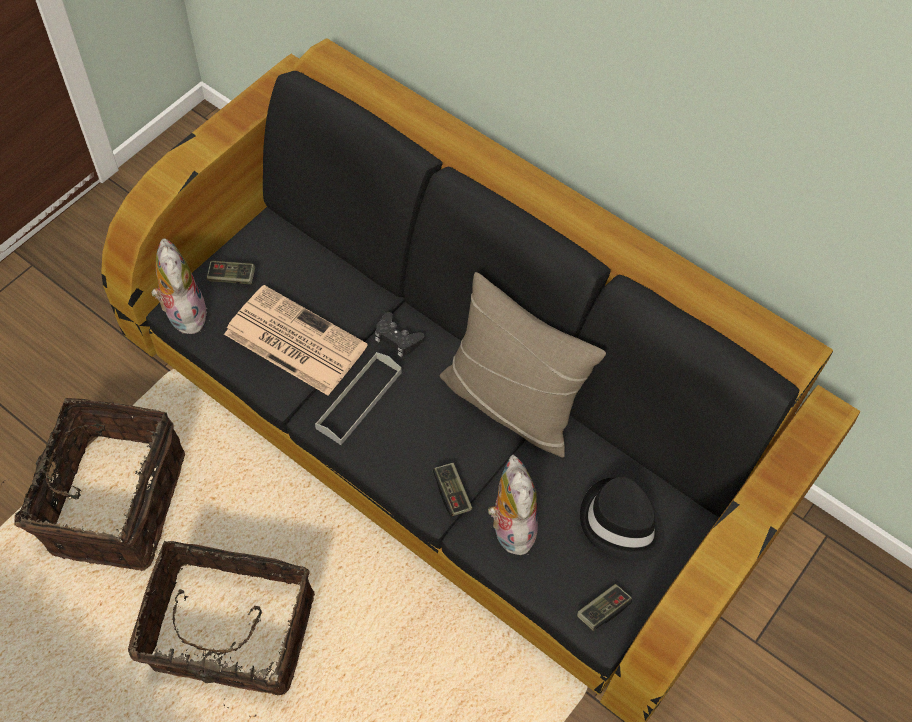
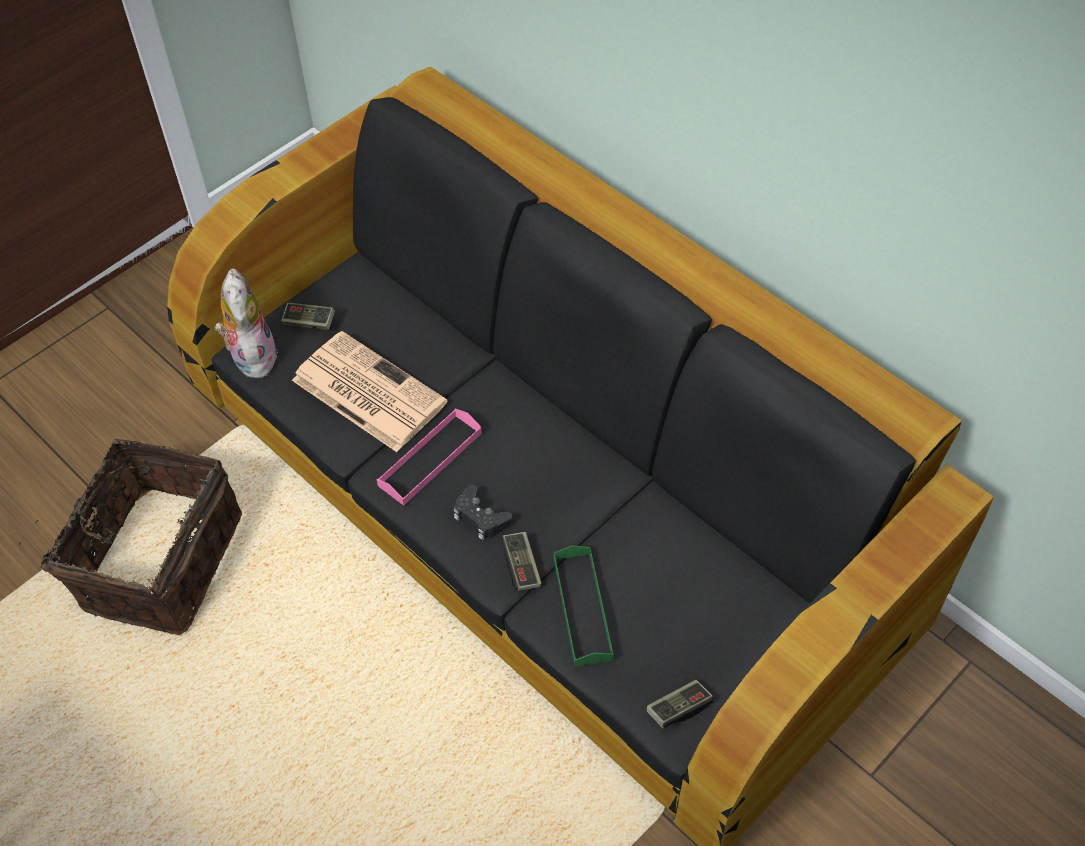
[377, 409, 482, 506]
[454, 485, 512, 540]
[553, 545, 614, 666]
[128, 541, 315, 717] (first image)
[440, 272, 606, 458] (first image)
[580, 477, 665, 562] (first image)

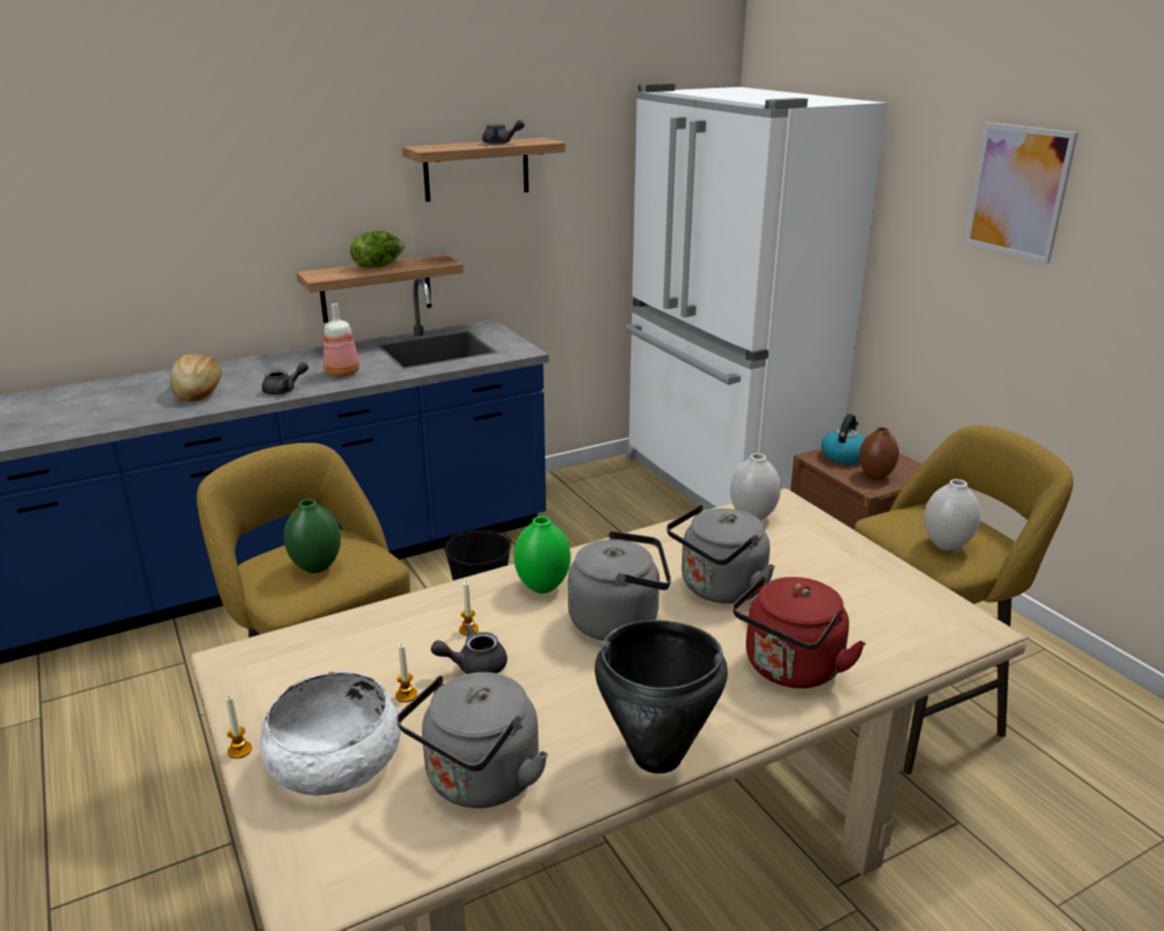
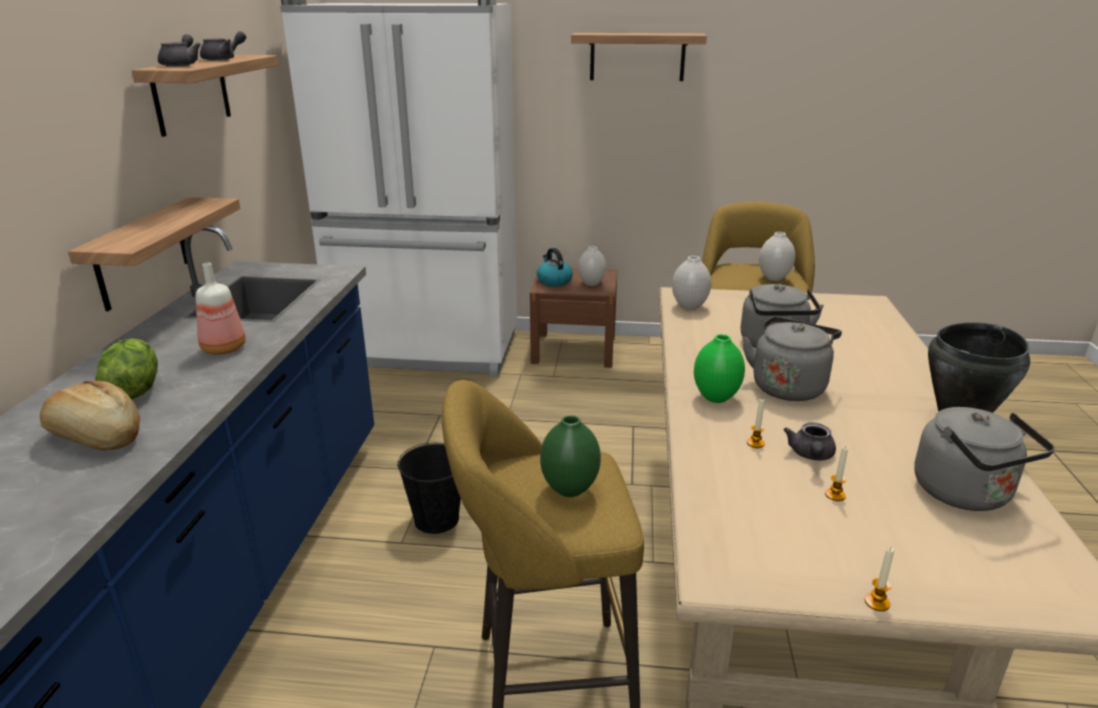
[95, 339, 158, 399]
[158, 34, 201, 67]
[571, 33, 707, 81]
[578, 246, 606, 286]
[260, 671, 401, 796] (first image)
[733, 576, 866, 688] (first image)

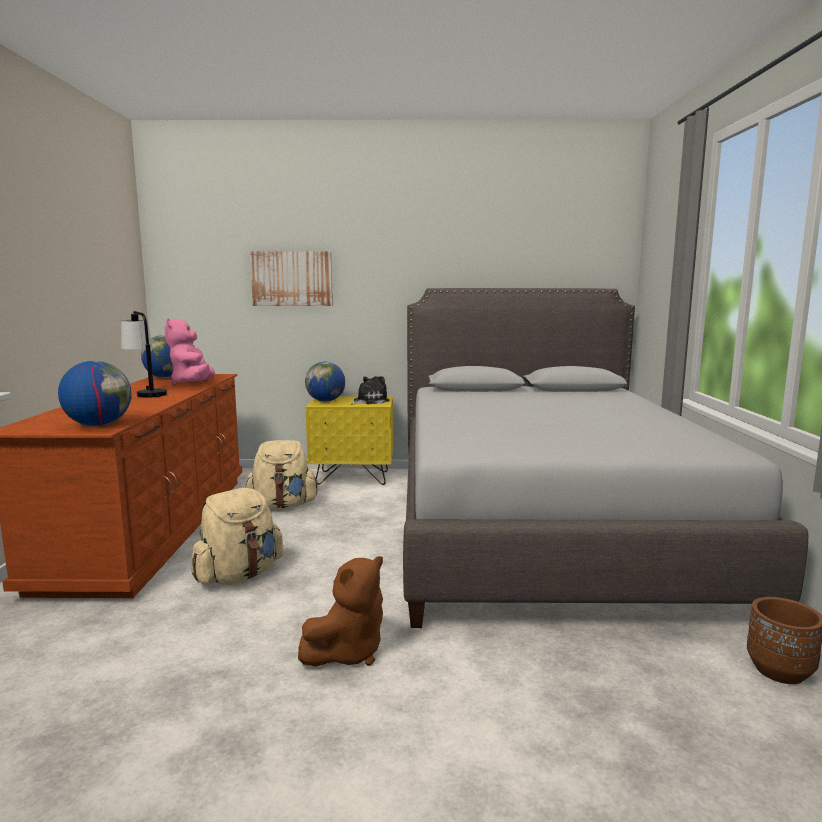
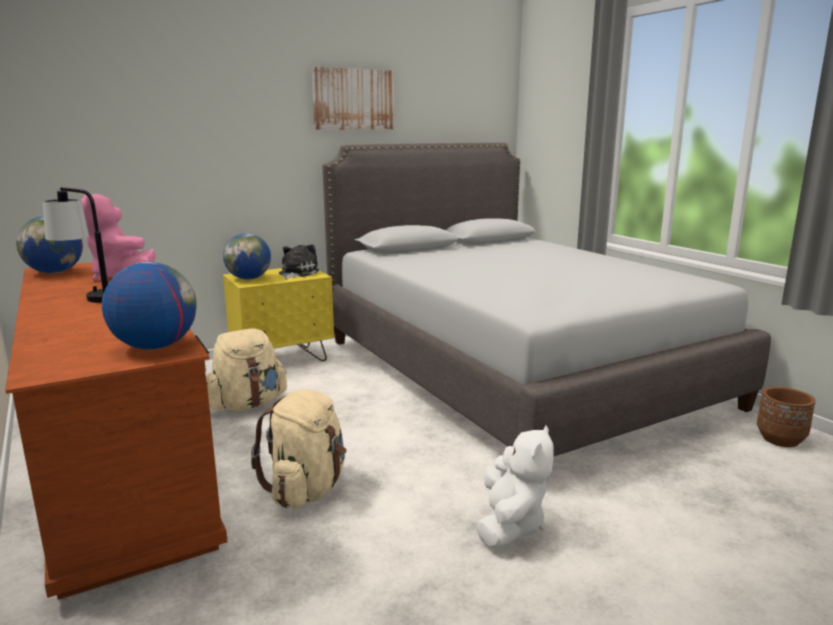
[312, 67, 395, 130]
[476, 426, 554, 549]

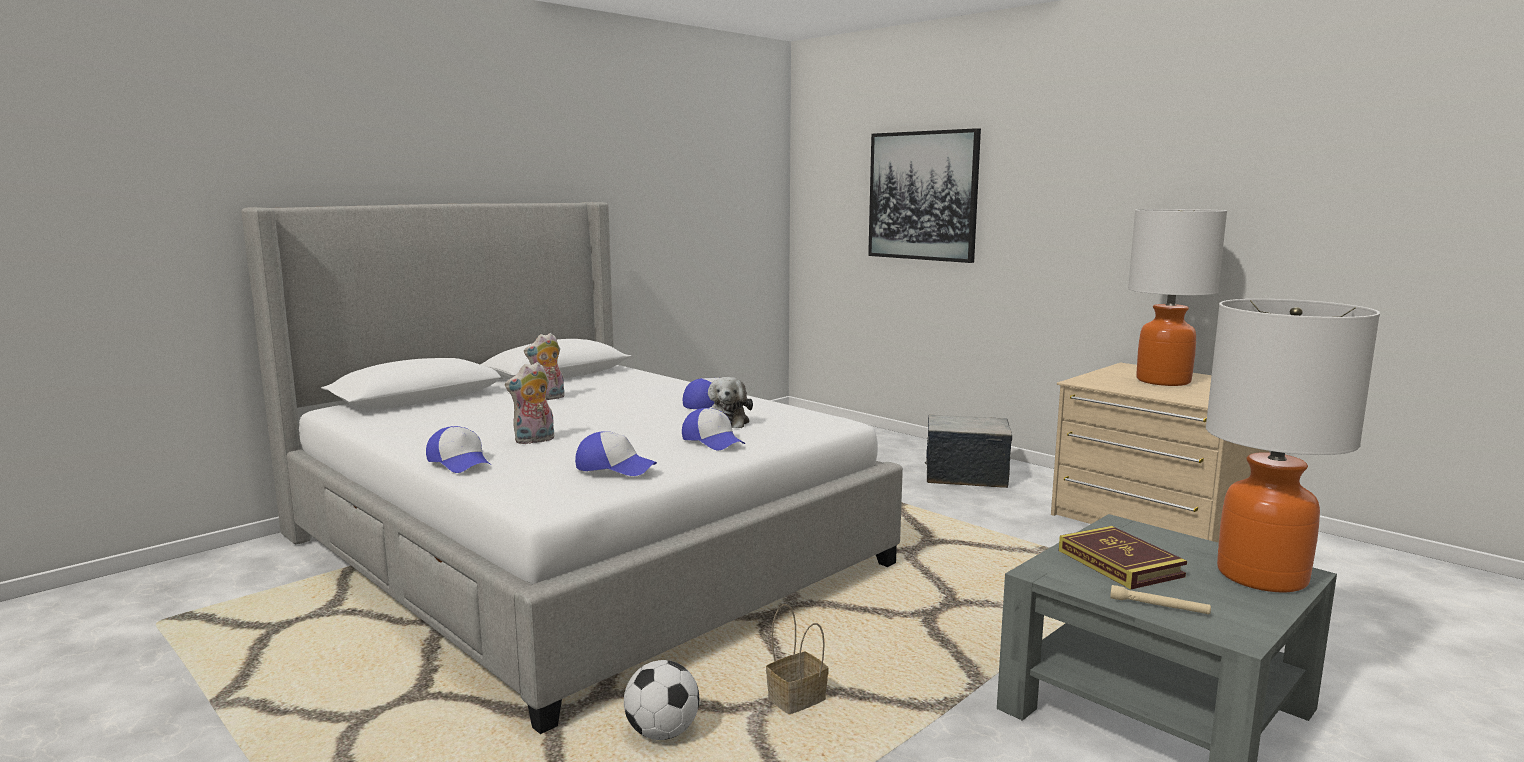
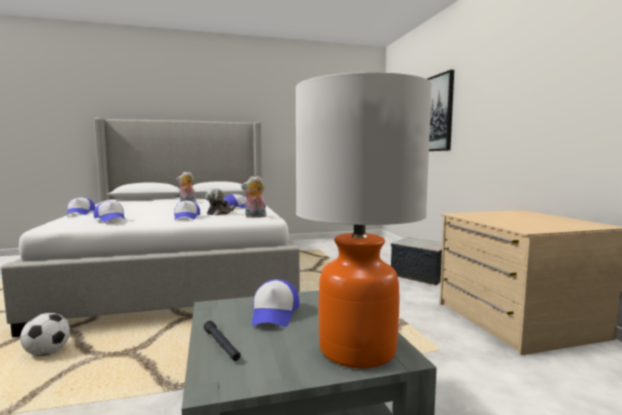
[204, 321, 241, 361]
[241, 176, 267, 218]
[252, 279, 299, 327]
[766, 604, 829, 714] (first image)
[1128, 209, 1227, 386] (first image)

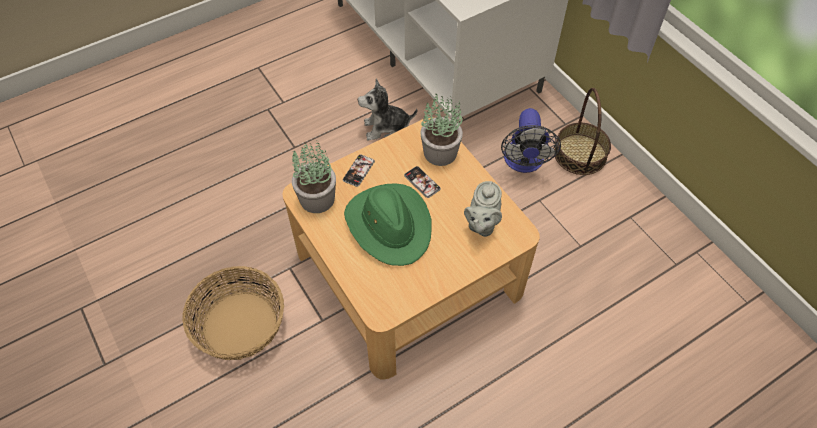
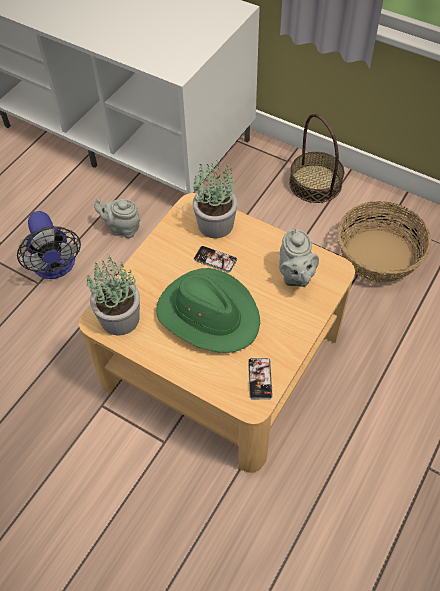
[17, 211, 81, 279]
[94, 198, 140, 238]
[248, 358, 273, 400]
[337, 201, 432, 283]

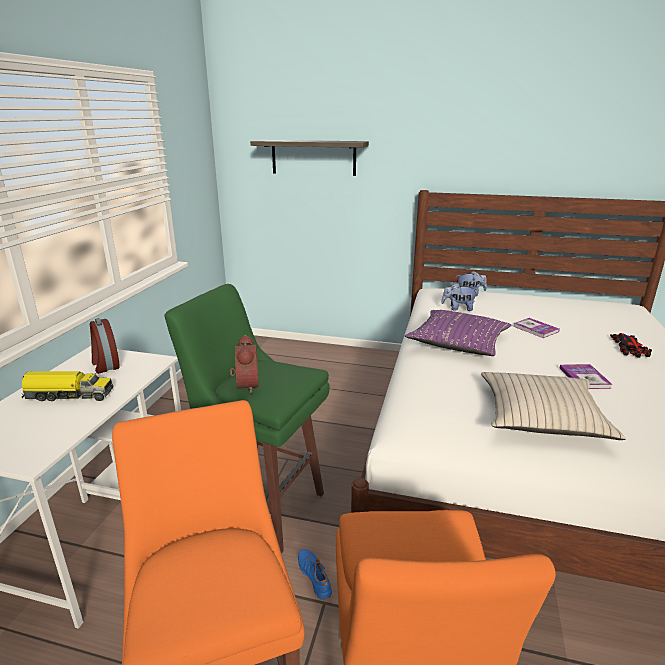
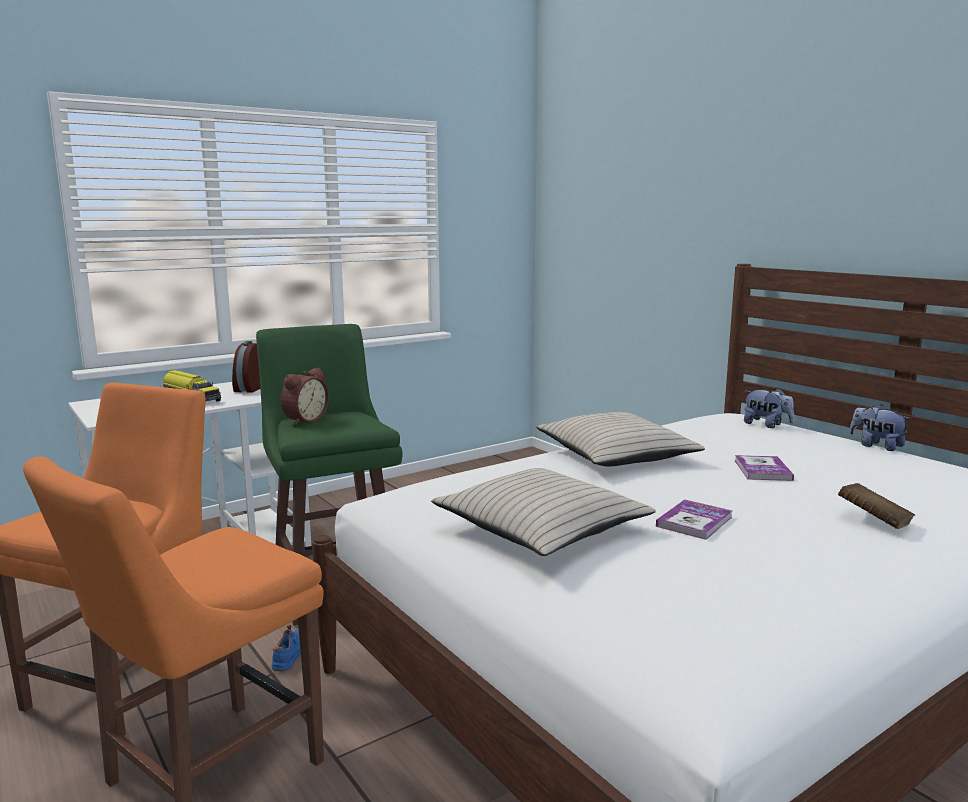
[536, 412, 705, 467]
[838, 483, 915, 529]
[850, 404, 911, 451]
[250, 140, 369, 176] (first image)

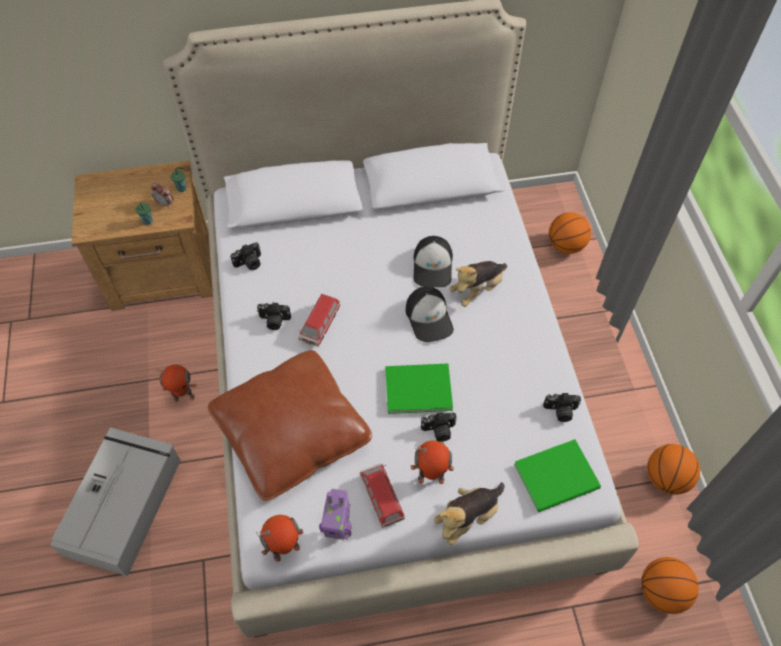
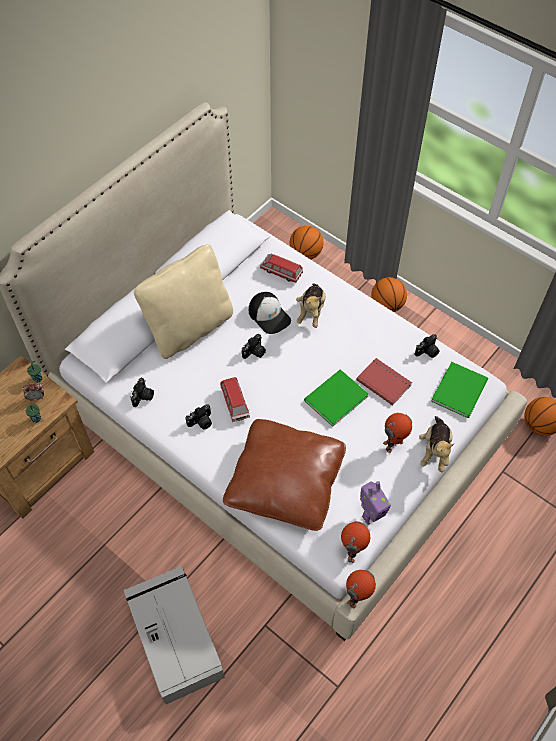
[134, 244, 233, 359]
[242, 334, 266, 359]
[260, 253, 303, 283]
[346, 570, 376, 608]
[356, 358, 412, 406]
[371, 277, 407, 312]
[406, 287, 454, 342] (first image)

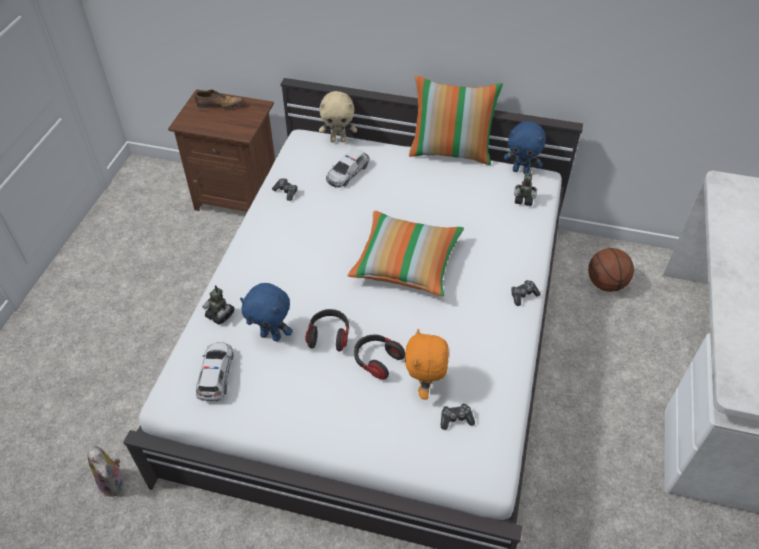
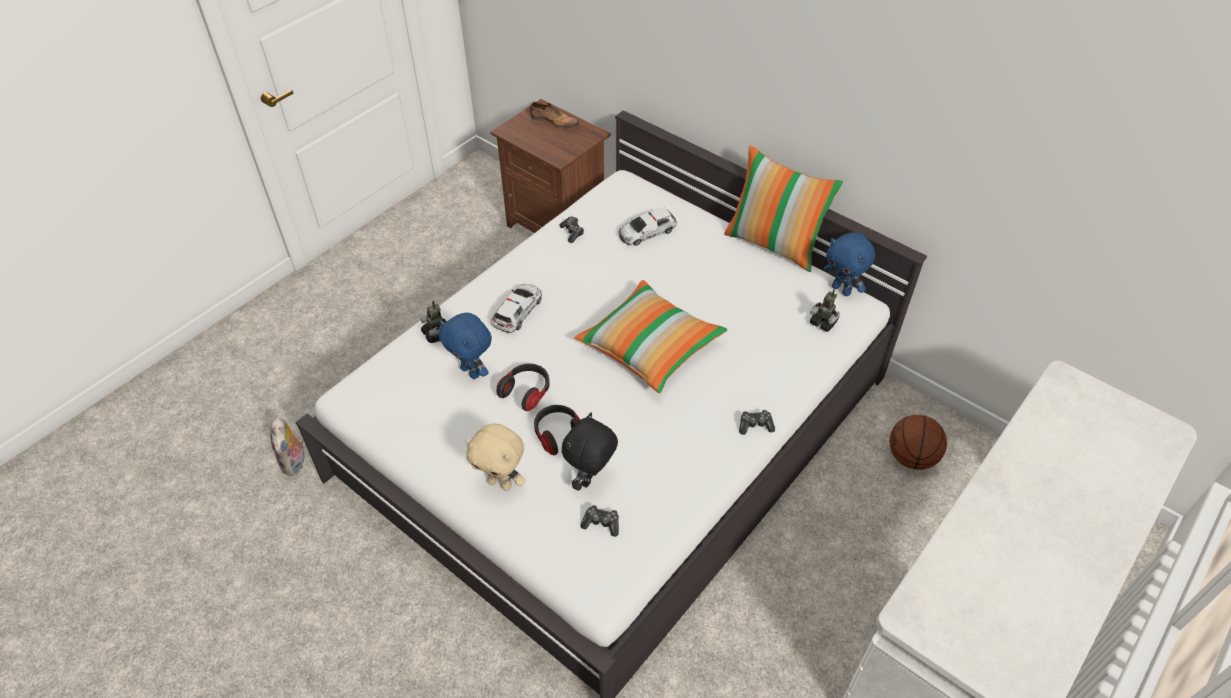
[465, 423, 526, 491]
[491, 284, 542, 333]
[562, 412, 618, 491]

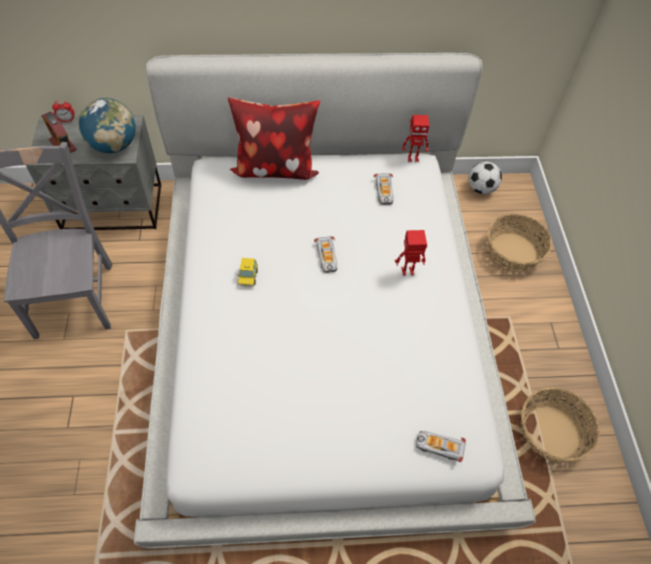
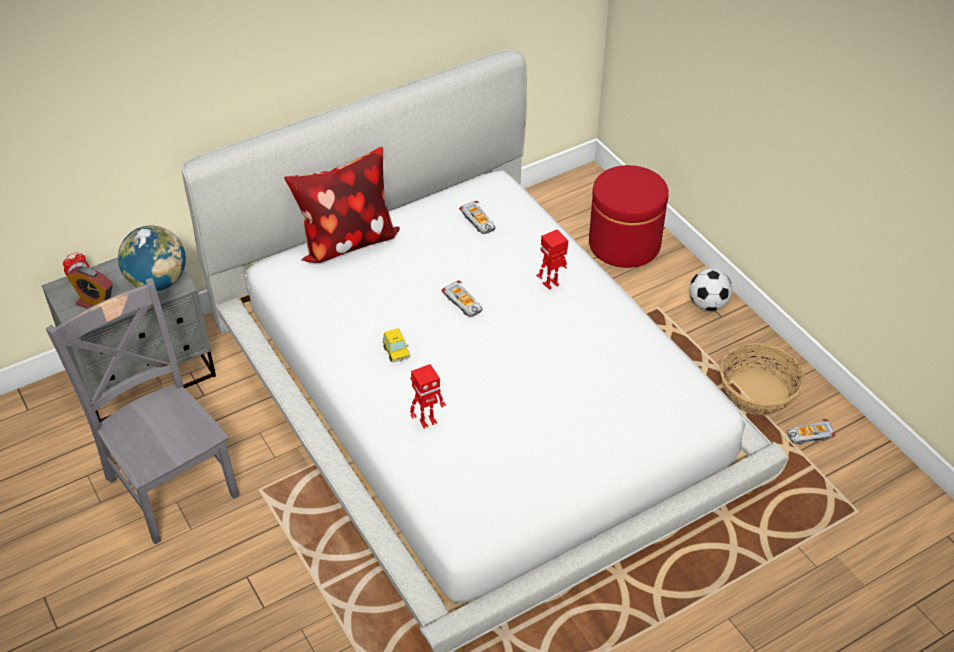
[410, 364, 446, 429]
[589, 165, 669, 268]
[689, 269, 732, 311]
[787, 419, 835, 444]

